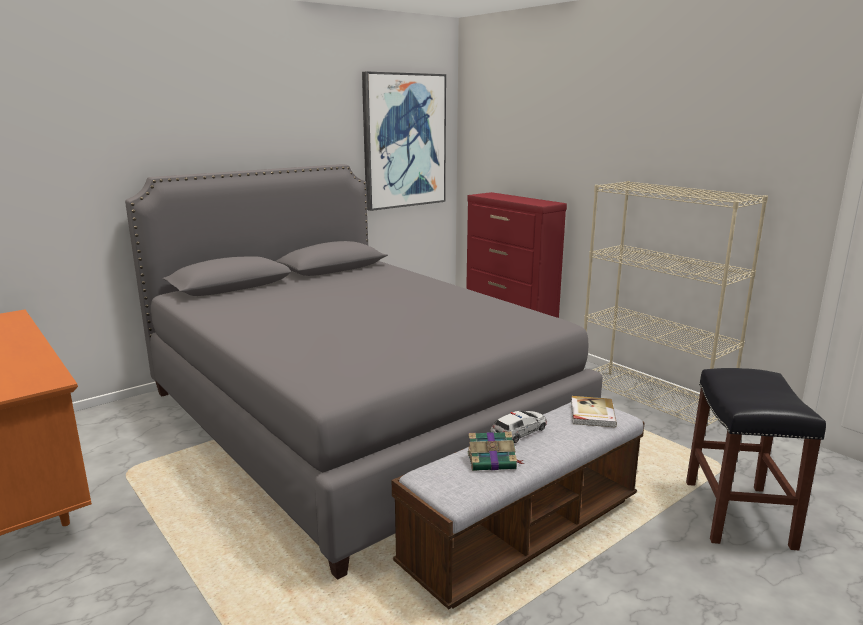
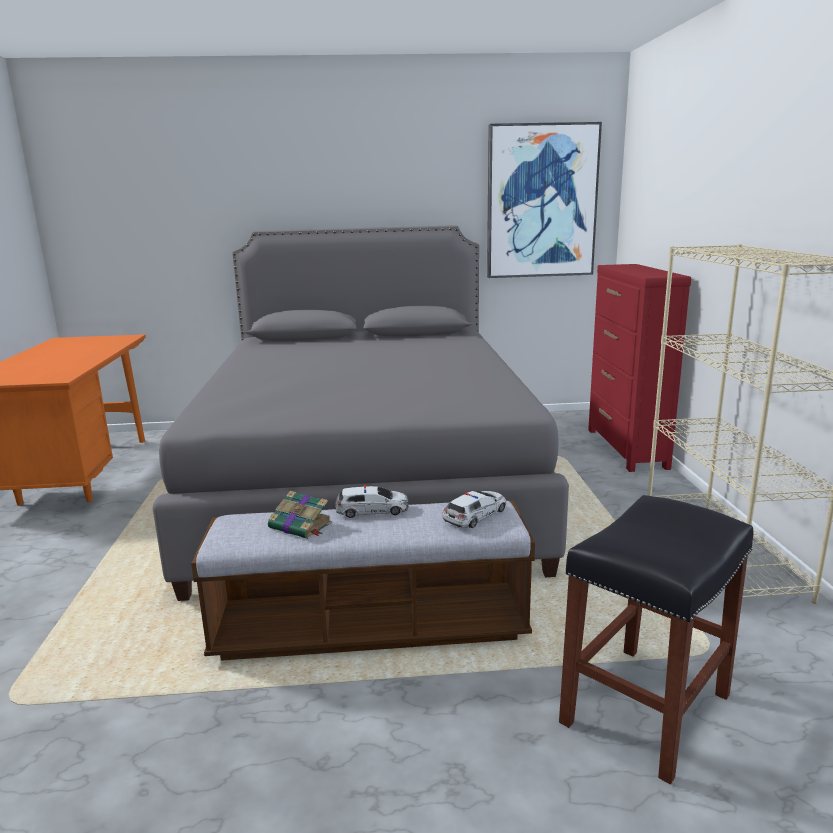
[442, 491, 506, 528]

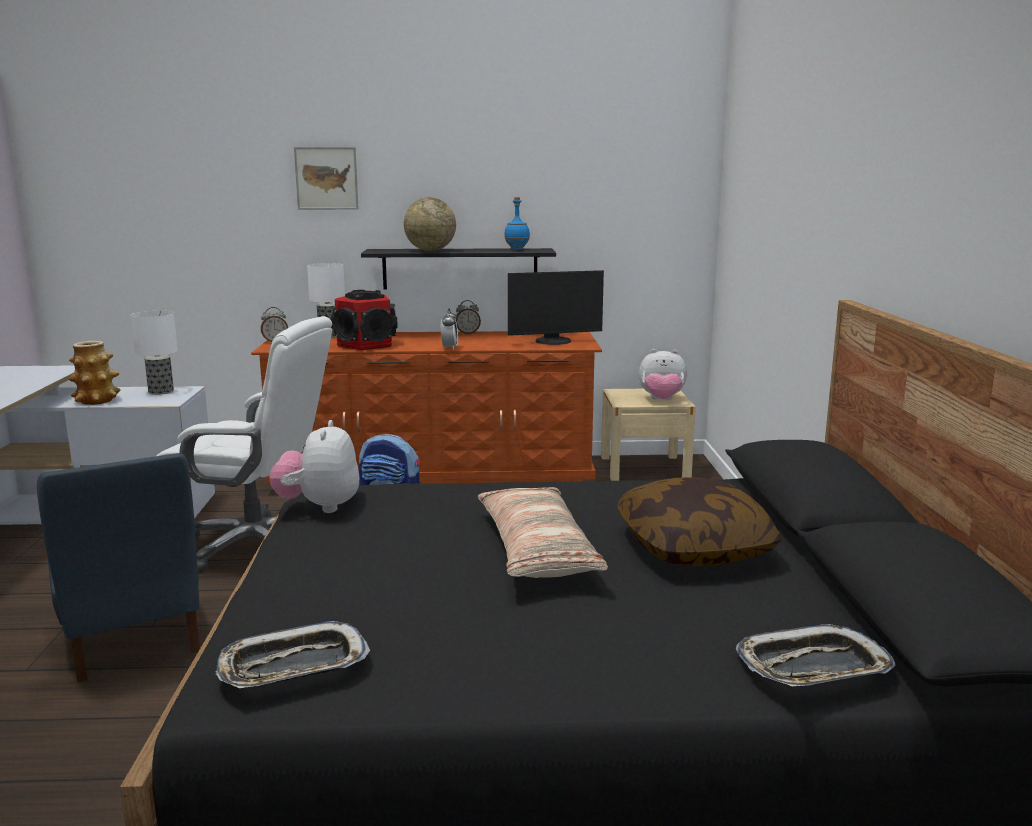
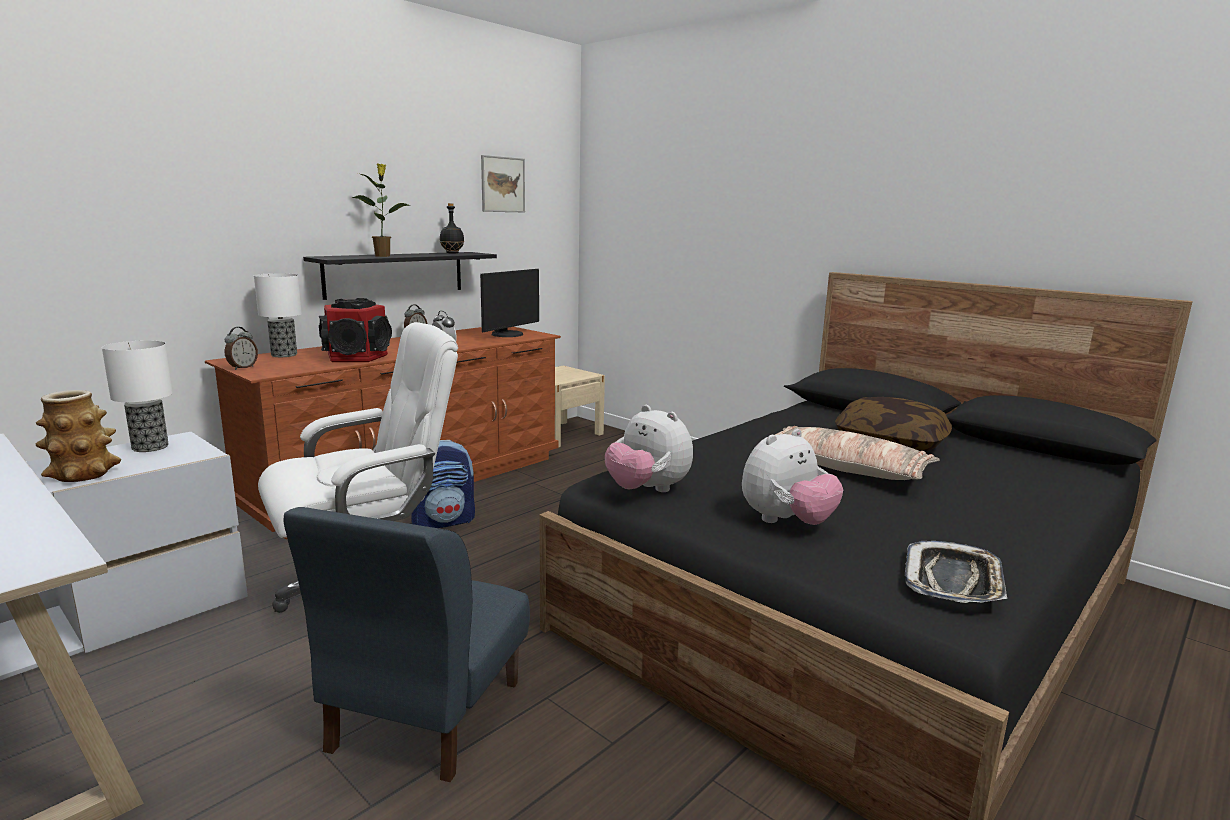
[283, 507, 530, 782]
[351, 163, 410, 257]
[440, 203, 464, 254]
[481, 155, 525, 213]
[742, 429, 843, 525]
[736, 624, 896, 686] (first image)

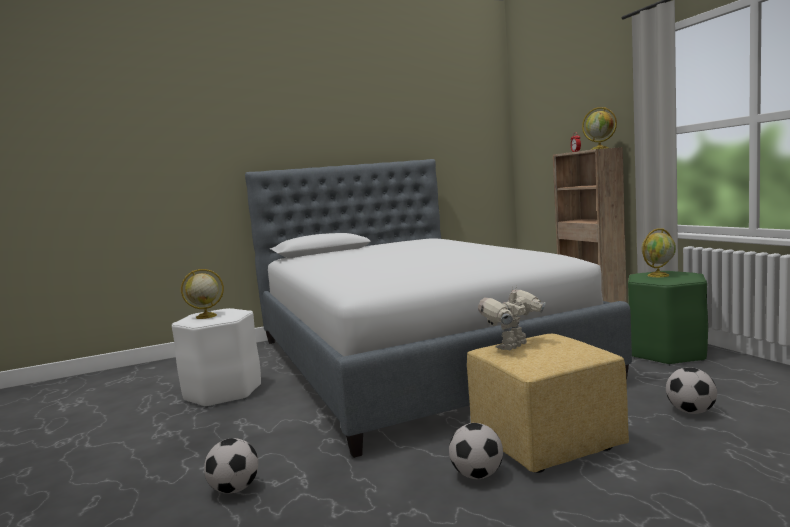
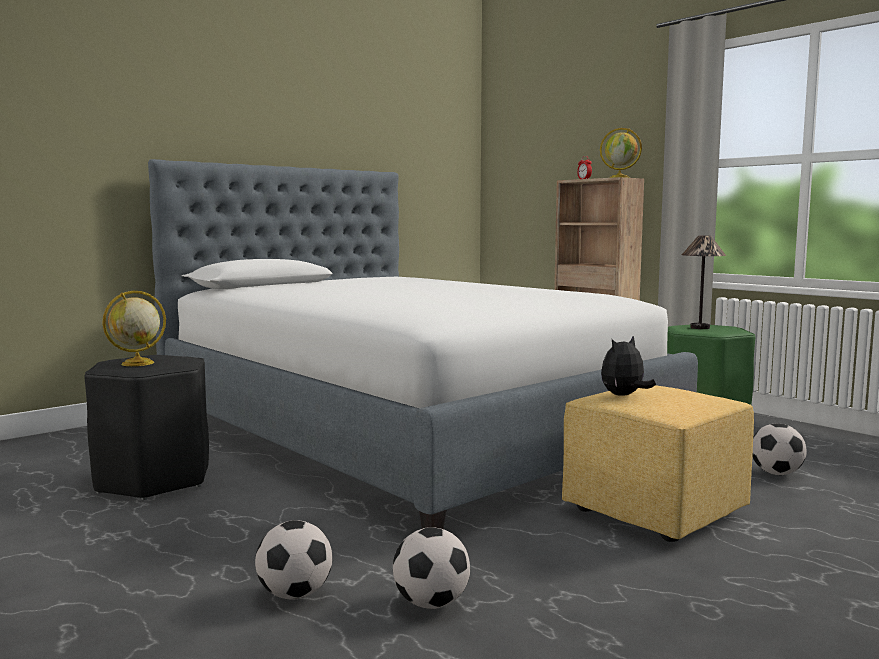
[84, 355, 209, 500]
[393, 527, 470, 609]
[601, 335, 656, 396]
[682, 235, 726, 329]

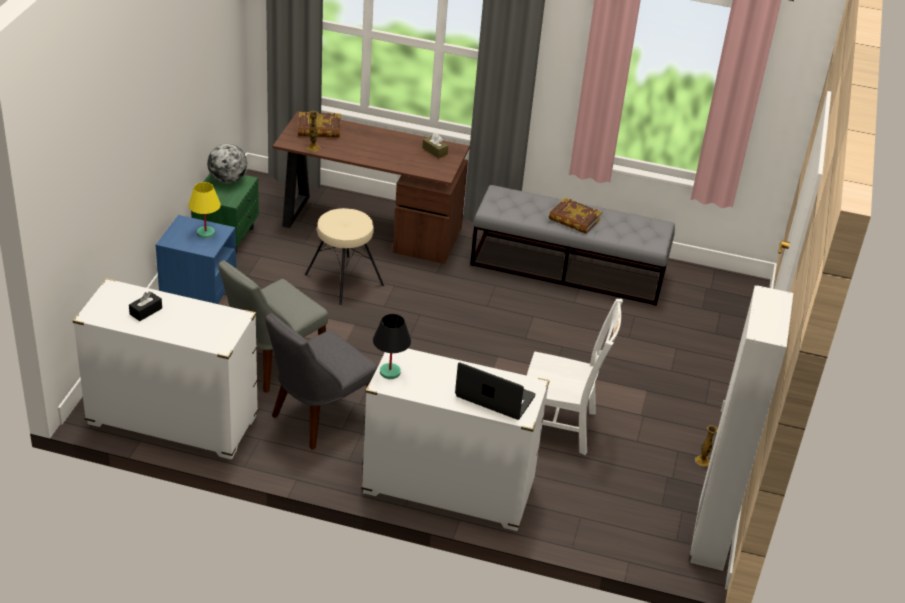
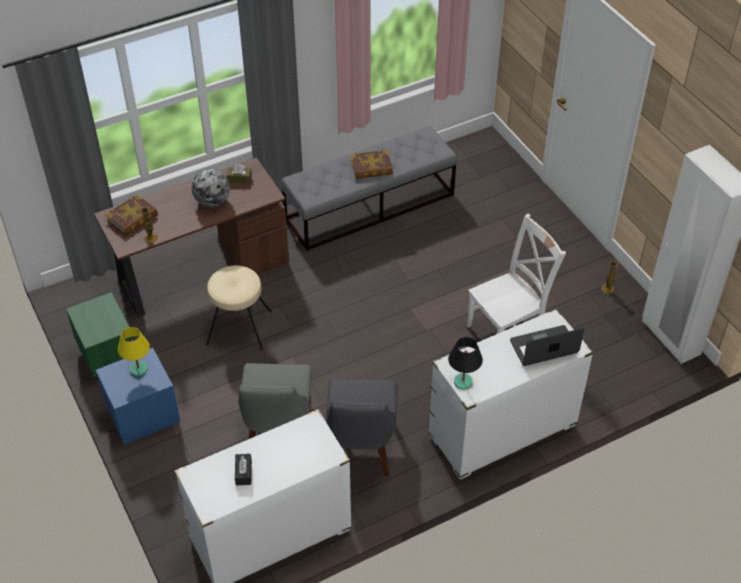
[192, 169, 230, 207]

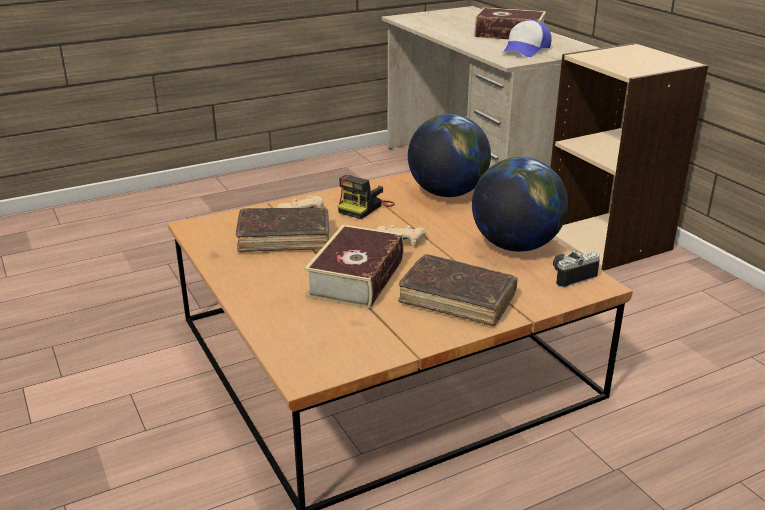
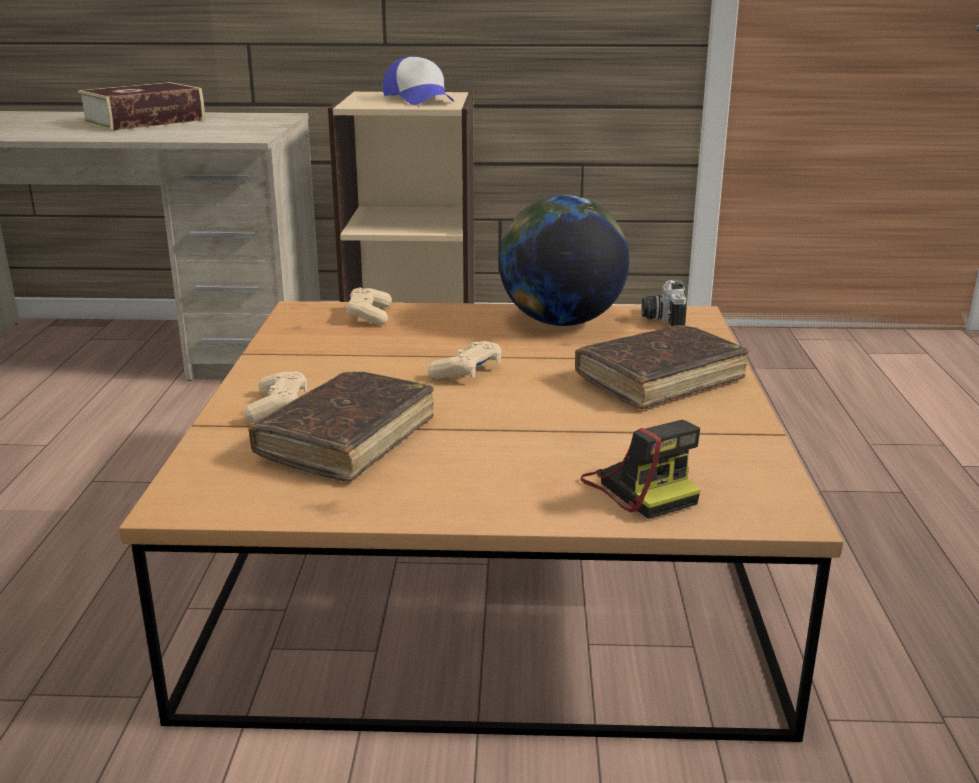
[346, 288, 392, 325]
[383, 57, 454, 105]
[581, 420, 700, 519]
[304, 225, 404, 308] (first image)

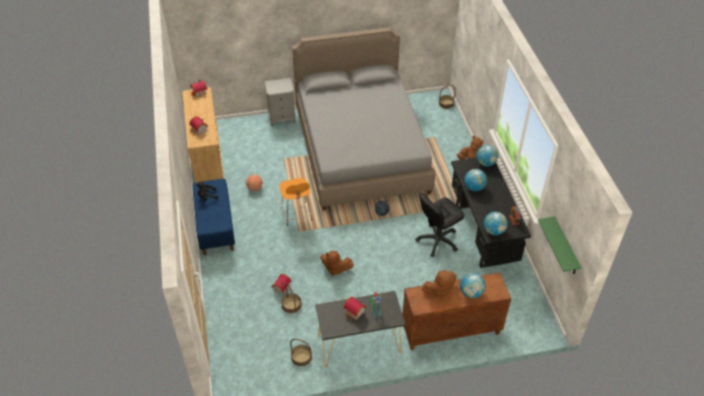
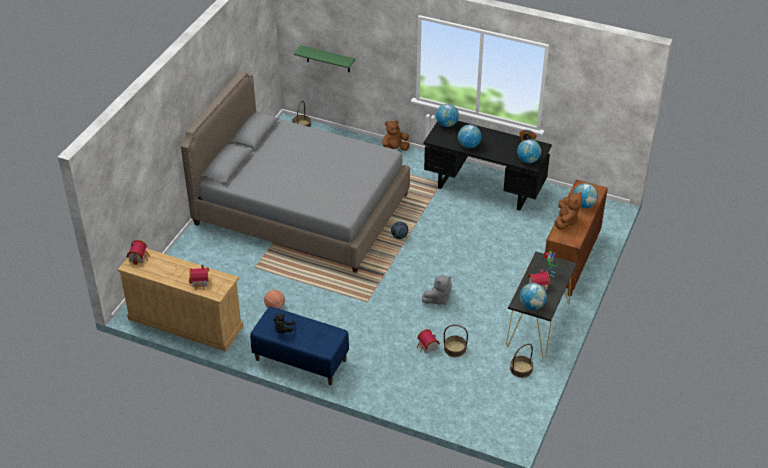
[294, 45, 355, 72]
[422, 275, 452, 305]
[519, 283, 547, 310]
[264, 78, 296, 127] (first image)
[279, 178, 312, 226] (first image)
[415, 193, 464, 257] (first image)

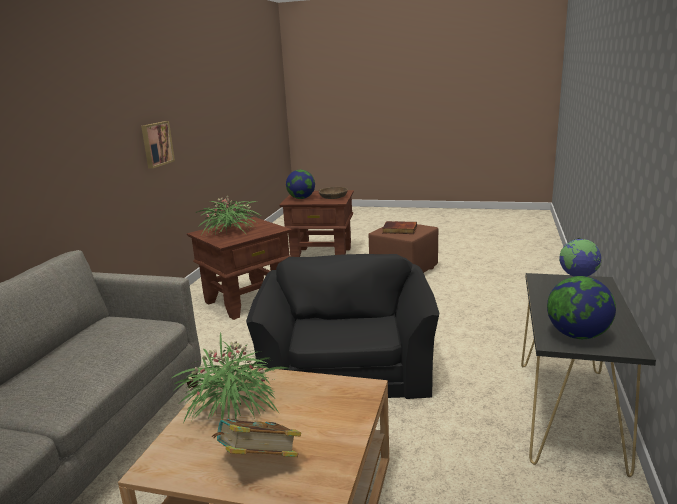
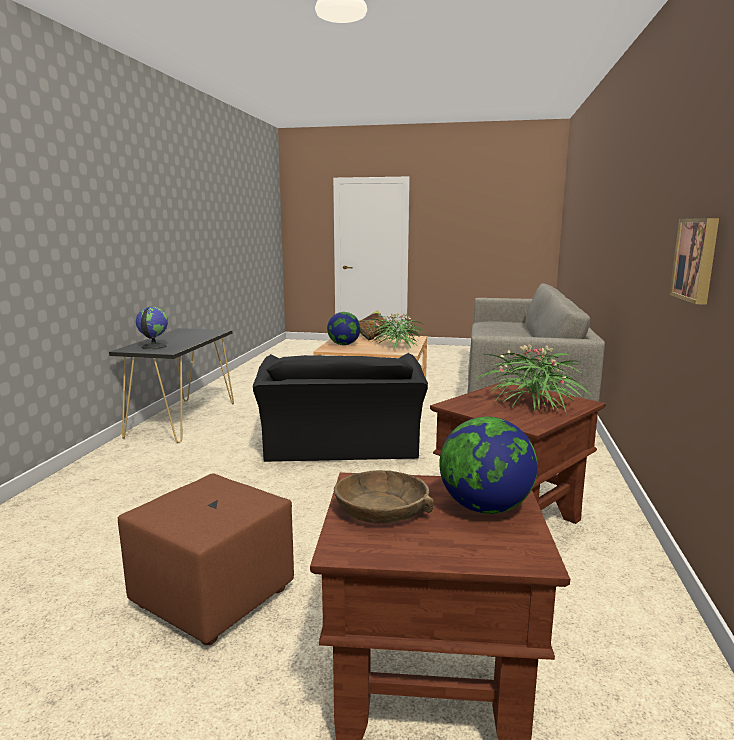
[327, 312, 361, 345]
[382, 221, 417, 234] (first image)

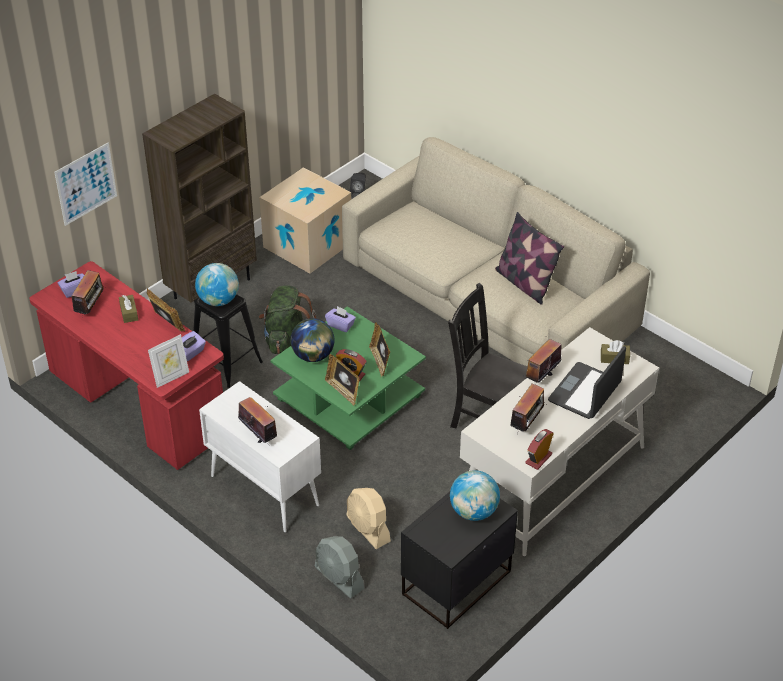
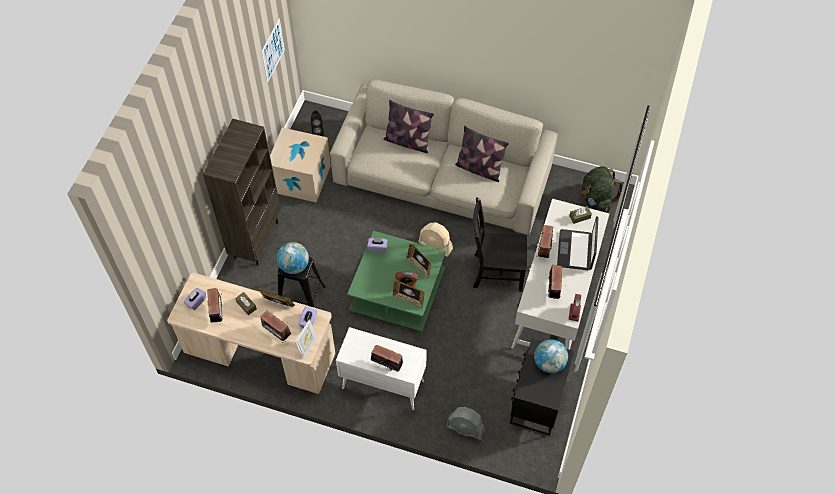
[167, 273, 335, 394]
[260, 310, 291, 343]
[261, 19, 285, 83]
[383, 100, 434, 153]
[418, 222, 453, 256]
[582, 166, 622, 212]
[291, 318, 334, 362] (first image)

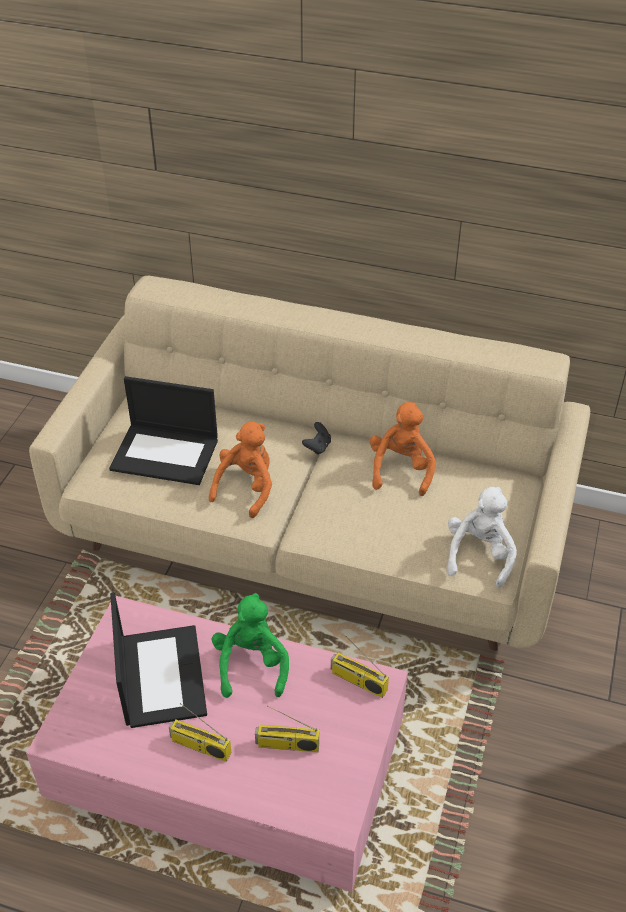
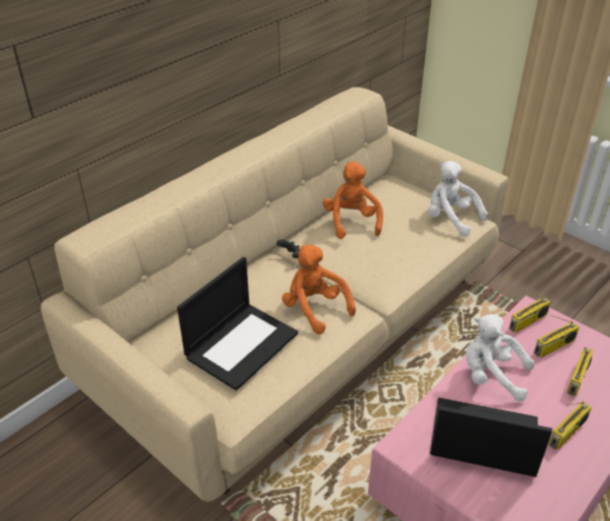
[323, 161, 383, 239]
[466, 314, 535, 401]
[534, 315, 579, 358]

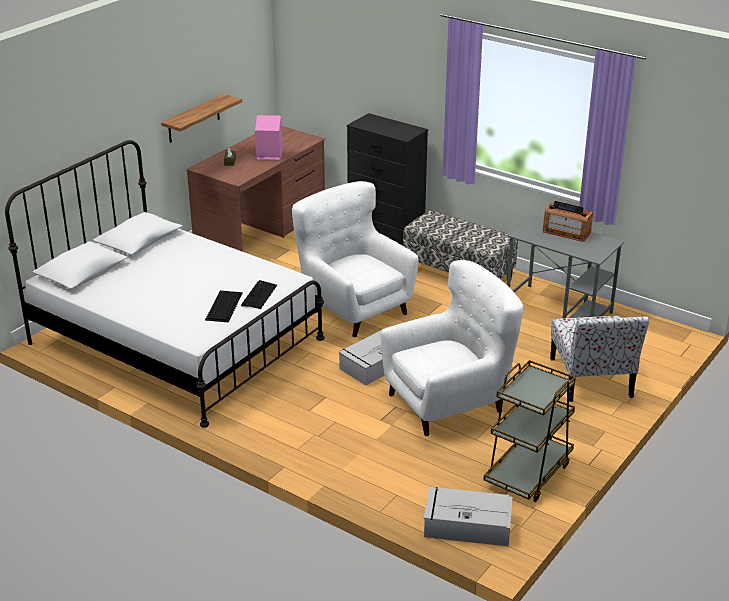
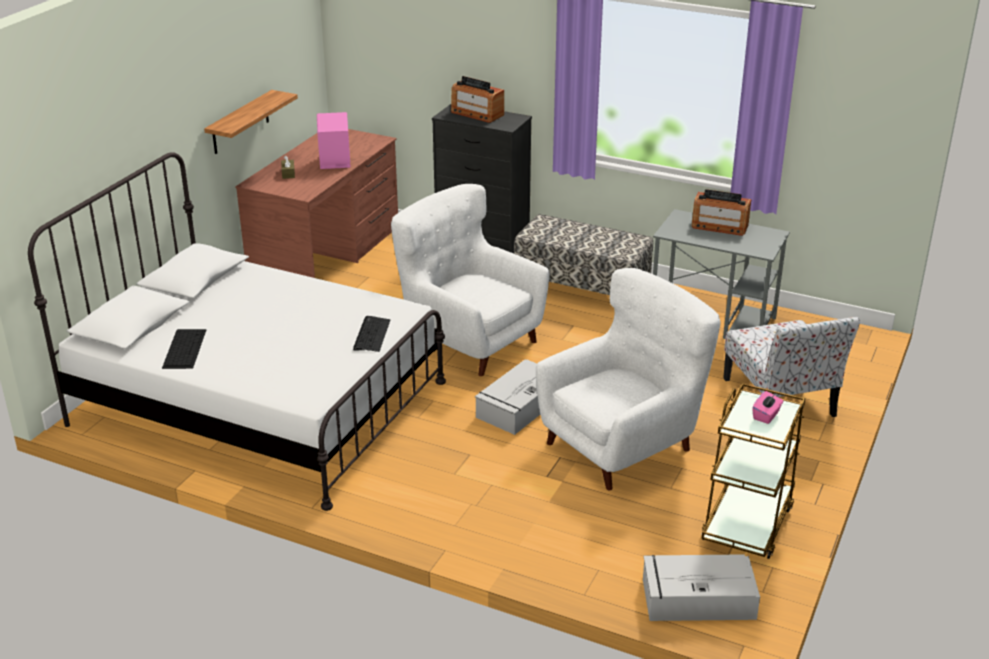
[162, 329, 206, 369]
[451, 76, 504, 123]
[752, 391, 783, 424]

